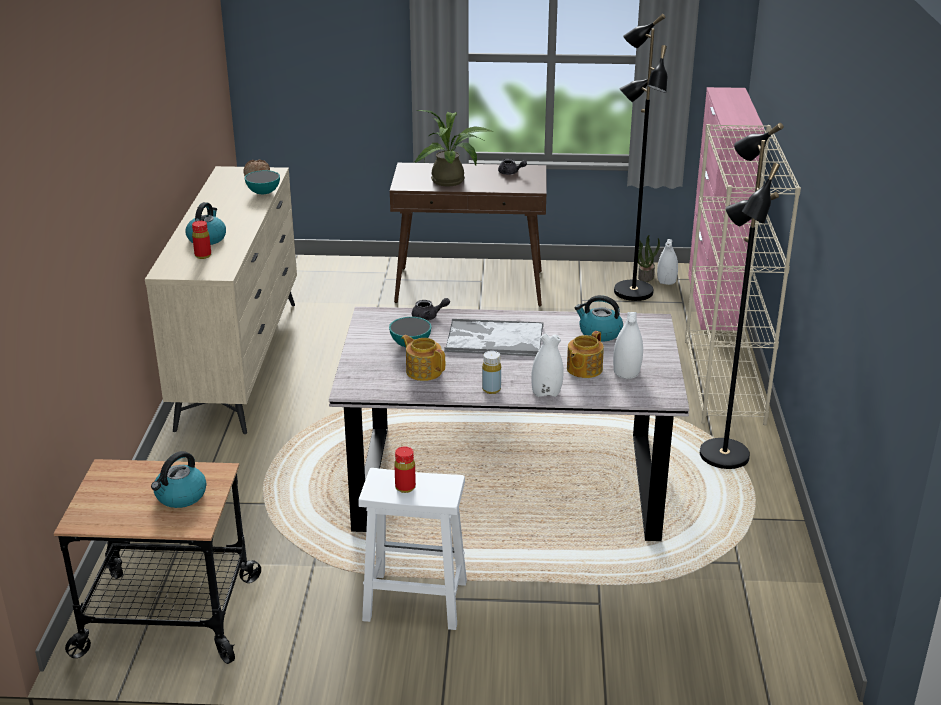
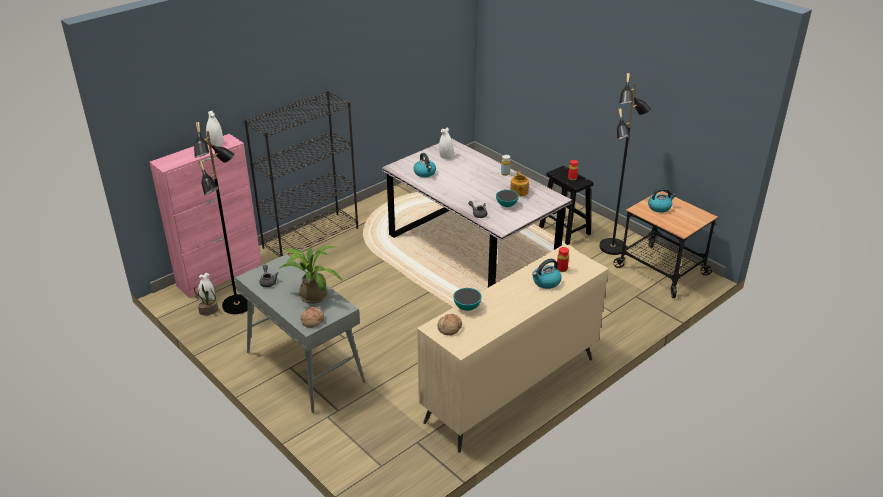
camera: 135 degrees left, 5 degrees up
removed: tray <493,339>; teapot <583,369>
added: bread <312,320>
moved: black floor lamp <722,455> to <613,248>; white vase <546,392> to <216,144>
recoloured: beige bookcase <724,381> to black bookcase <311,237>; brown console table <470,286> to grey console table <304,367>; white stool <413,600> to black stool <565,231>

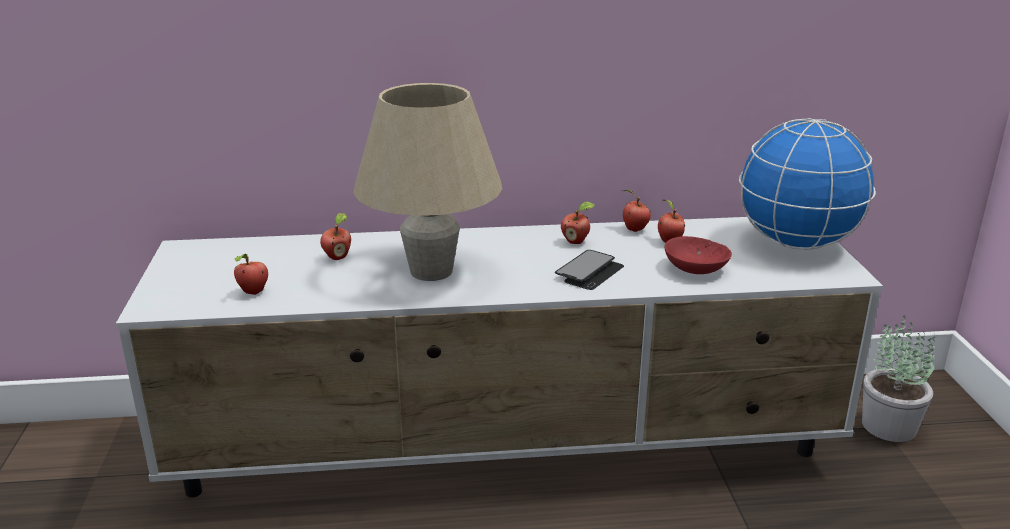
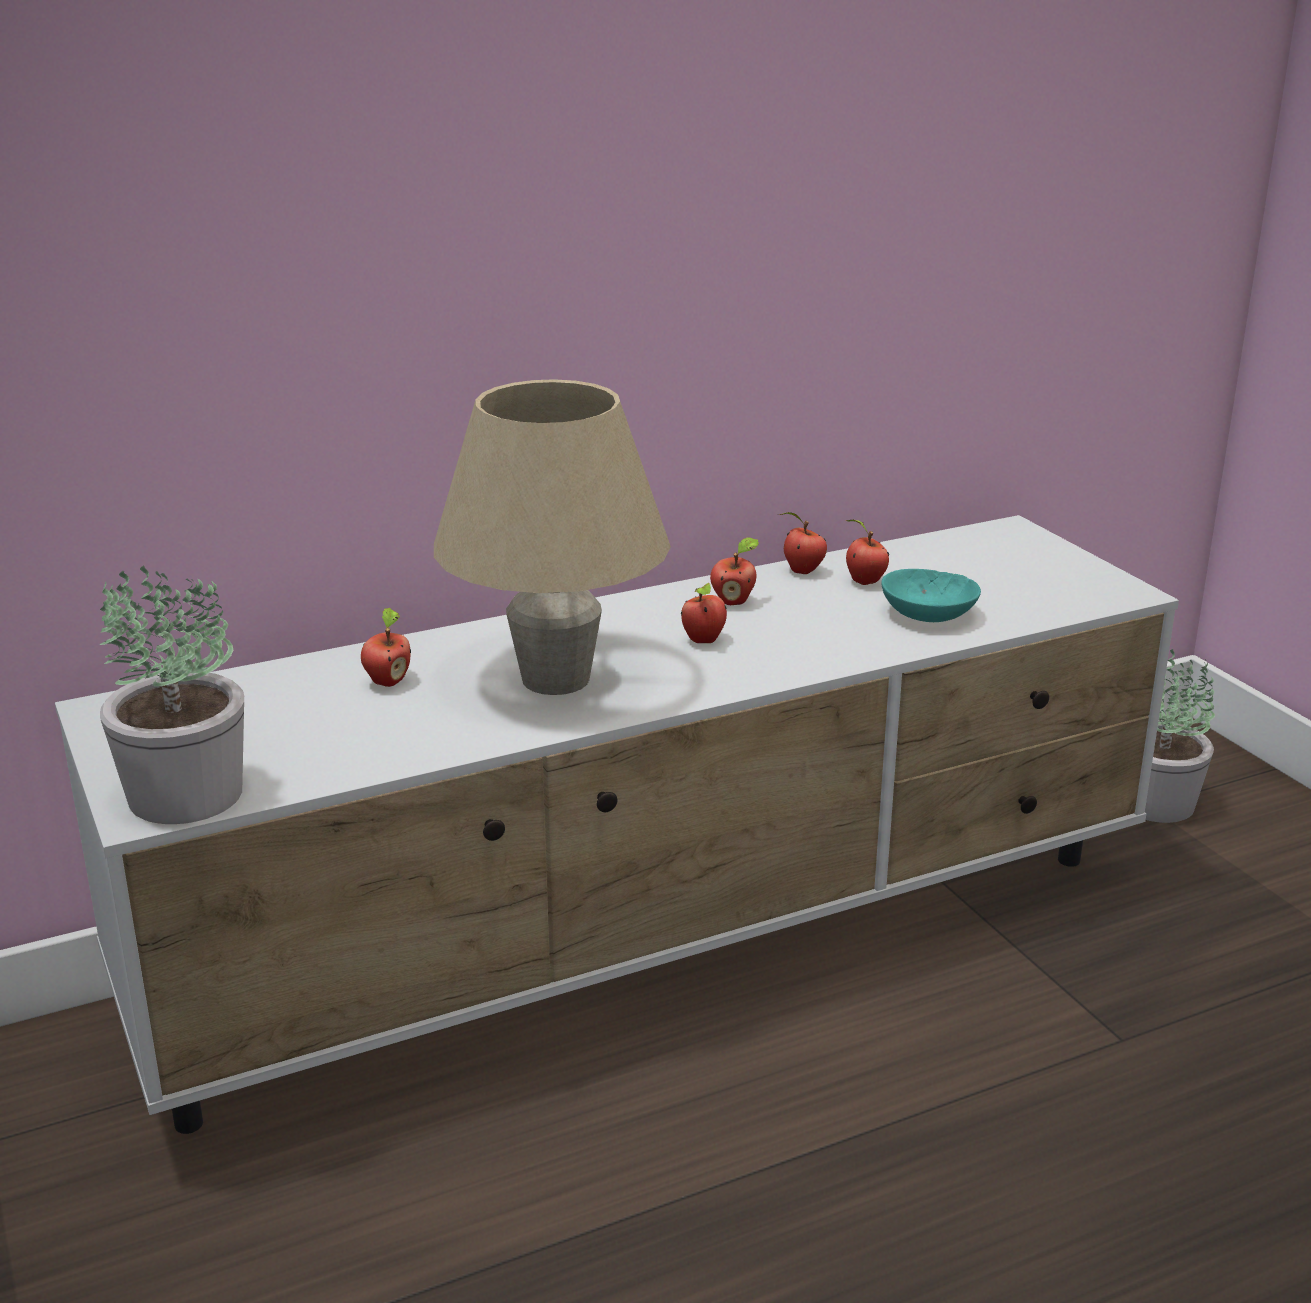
camera: 20 degrees left, 0 degrees up
removed: globe <797,244>; phone <589,272>
added: potted plant <185,796>
moved: apple <253,292> to <704,641>
recoloured: red bowl <693,269> to turquoise bowl <926,615>

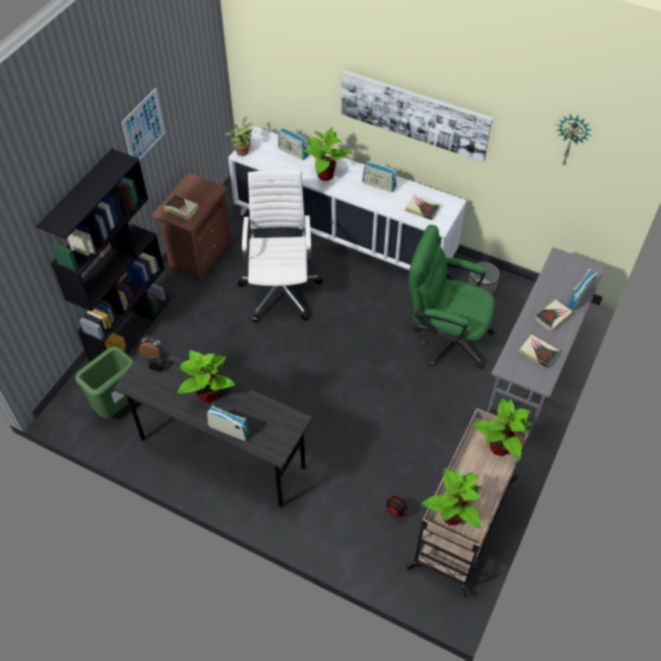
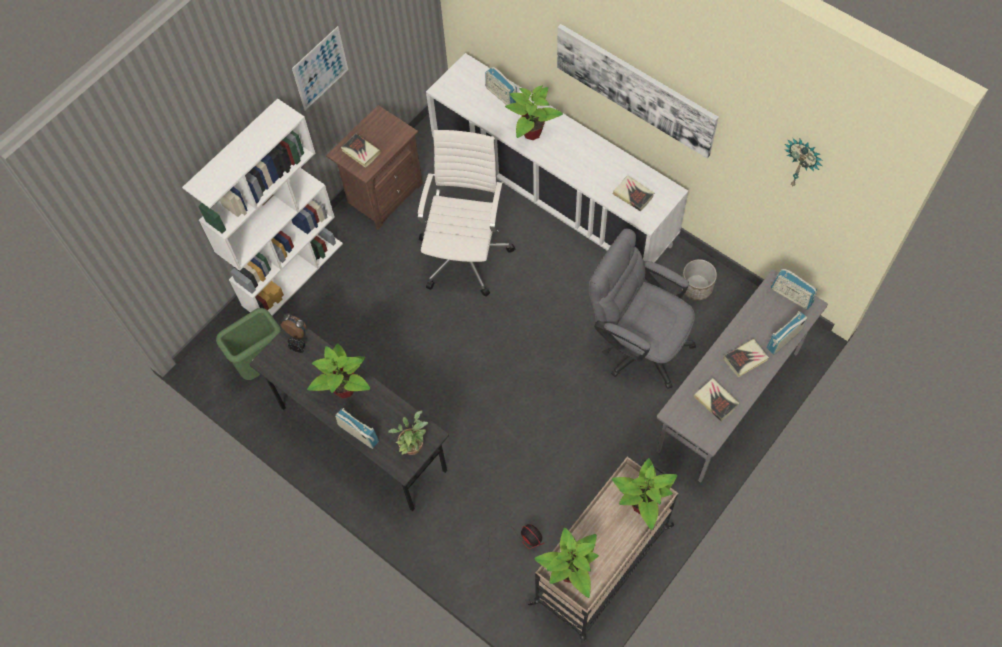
camera: 15 degrees right, 10 degrees up
moved: potted plant <242,151> to <412,445>; radio <379,185> to <791,296>
recoloured: black bookcase <130,328> to white bookcase <292,273>; green office chair <445,338> to grey office chair <638,343>

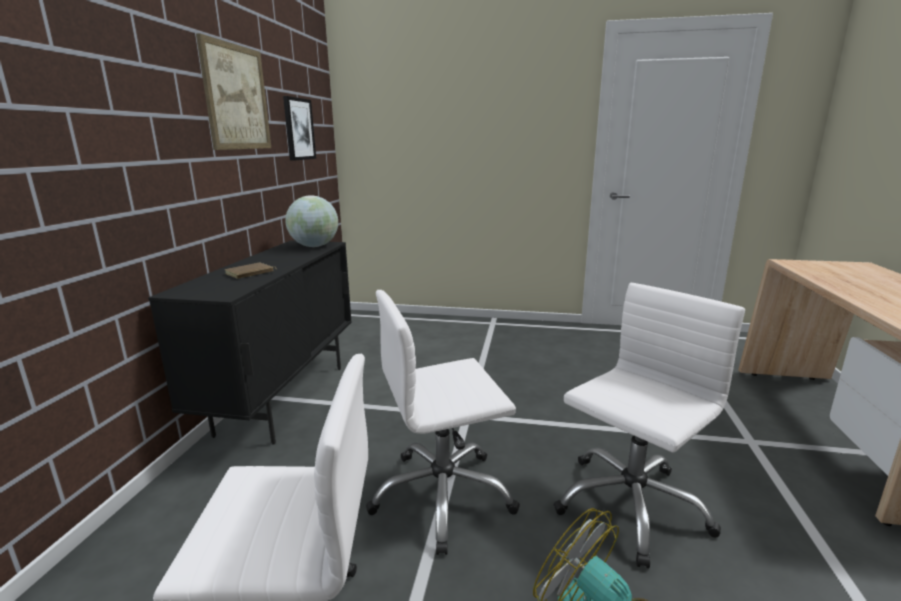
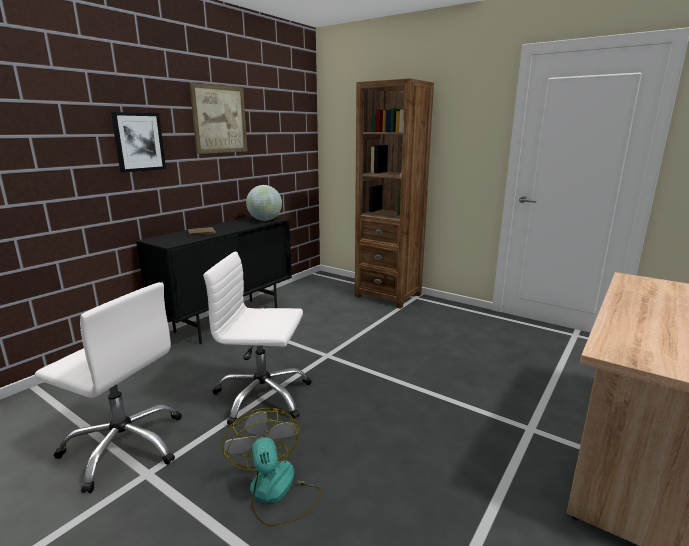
camera: 25 degrees right, 0 degrees up
removed: white office chair <630,505>
added: brown bookcase <388,295>
moved: picture <298,129> to <138,142>

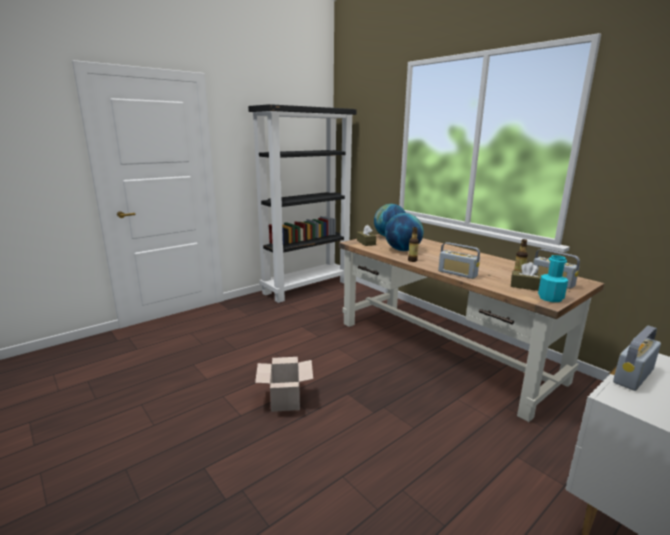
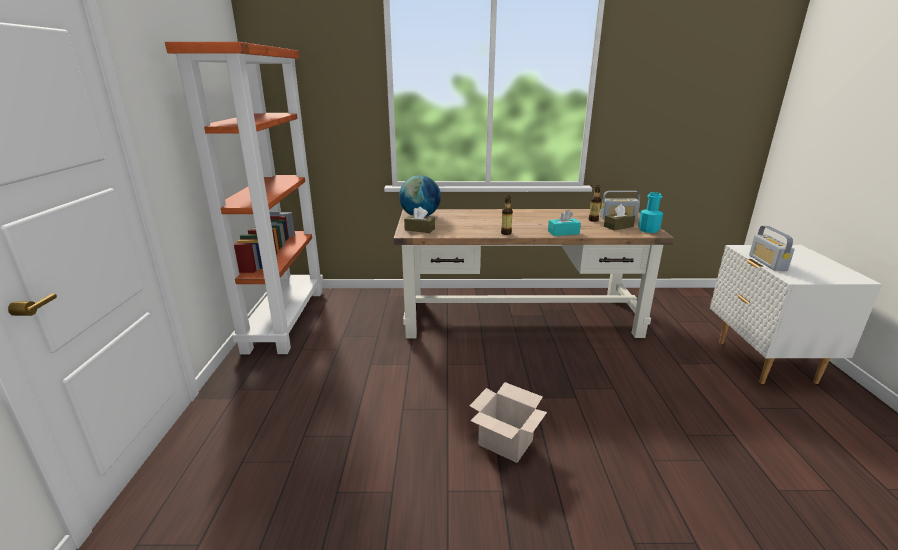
camera: 50 degrees left, 5 degrees up
removed: globe <402,250>
replaced: radio <457,273> to turquoise tissue box <563,232>
recoloured: black bookcase <307,287> to orange bookcase <285,319>

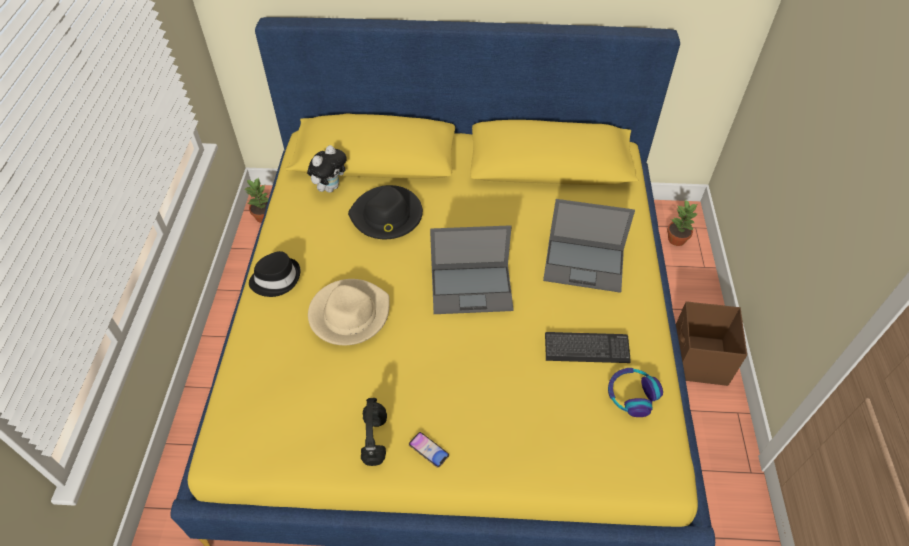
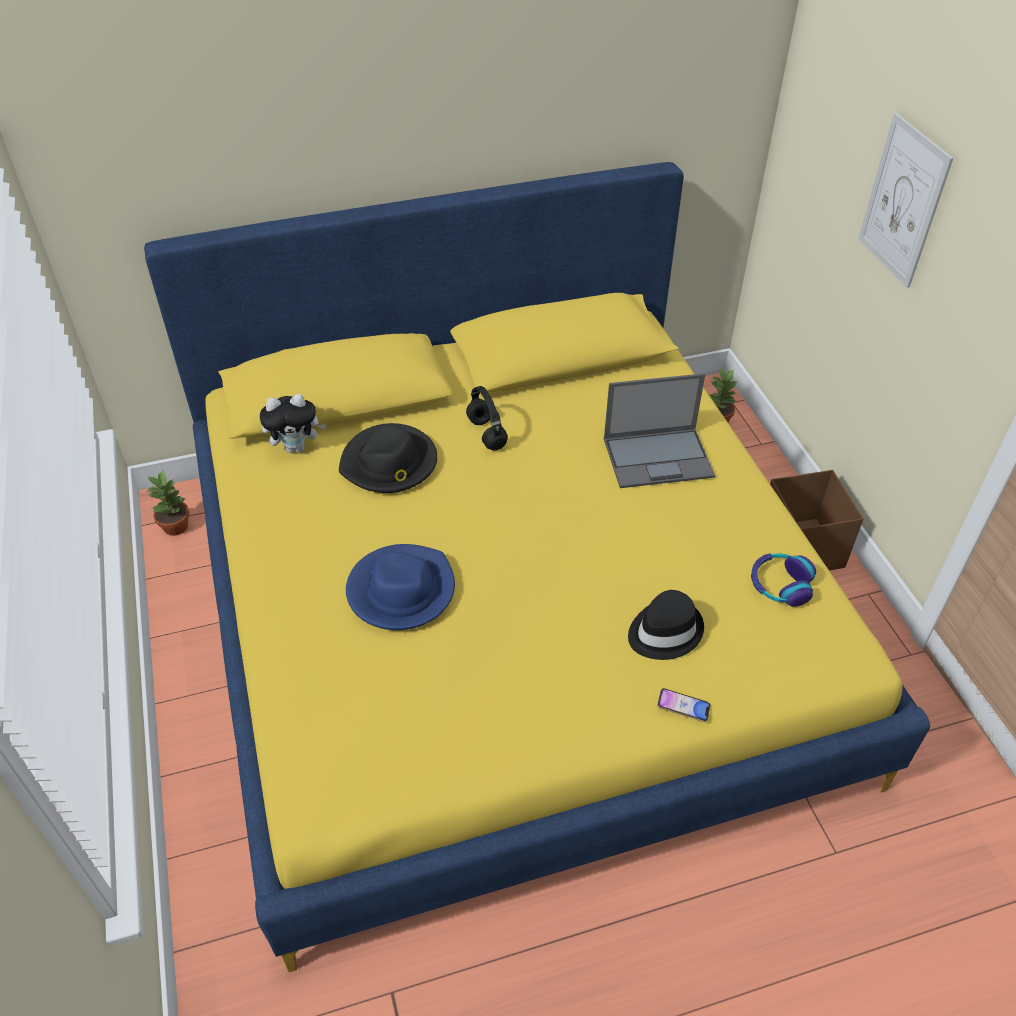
camera: 20 degrees left, 5 degrees down
removed: laptop <472,288>; keyboard <586,349>
added: picture <903,201>
moved: black hat <276,278> to <664,631>; black headphones <375,440> to <487,434>; phone <428,451> to <683,707>
recoloured: beige hat <349,314> to blue hat <401,590>
turned: plush toy <330,187> = <297,447> 60 degrees clockwise

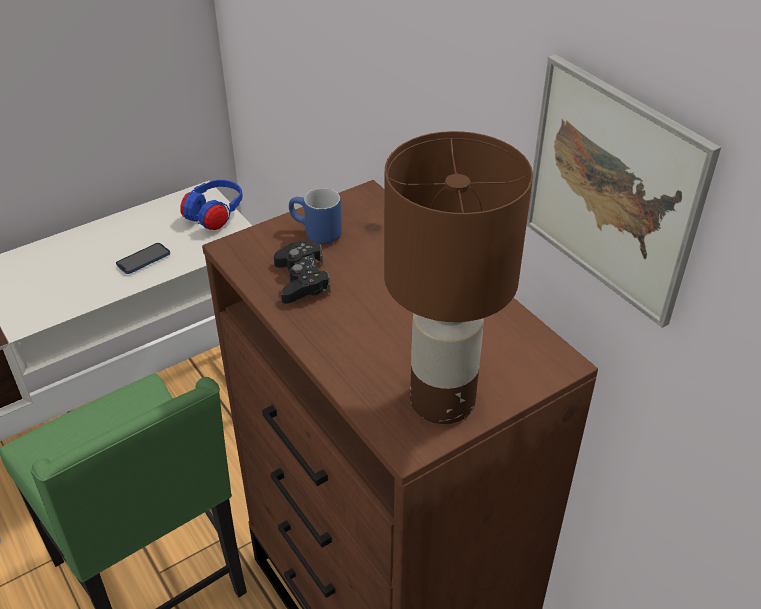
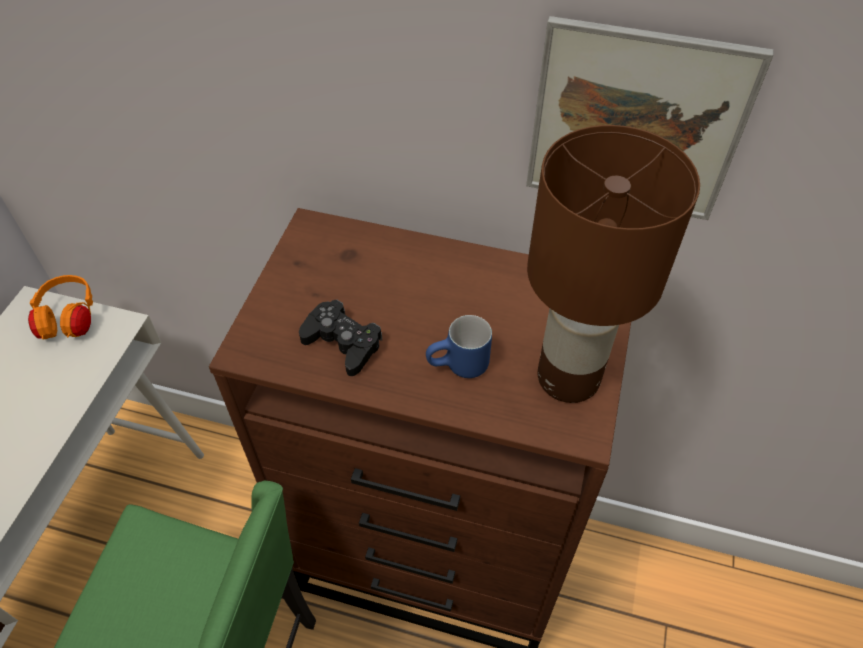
camera: 40 degrees left, 10 degrees up
removed: phone <143,259>
moved: blue mug <315,234> to <459,368>
recoloured: blue headphones <215,217> to orange headphones <69,320>

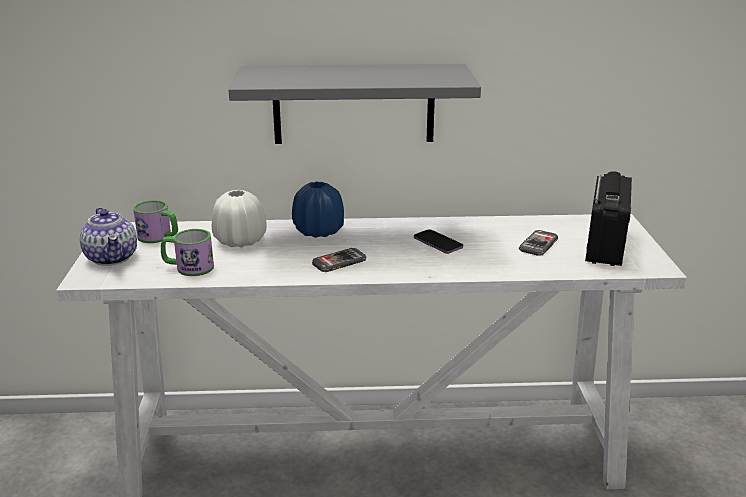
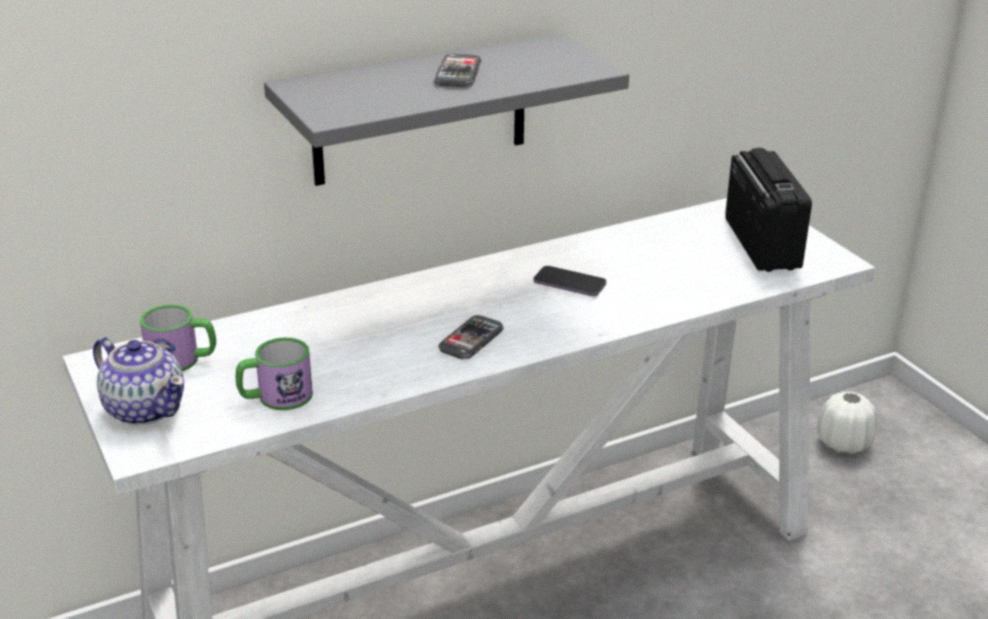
camera: 25 degrees left, 5 degrees up
removed: blue vase <318,231>
moved: white vase <240,241> to <843,443>; phone <538,244> to <458,73>

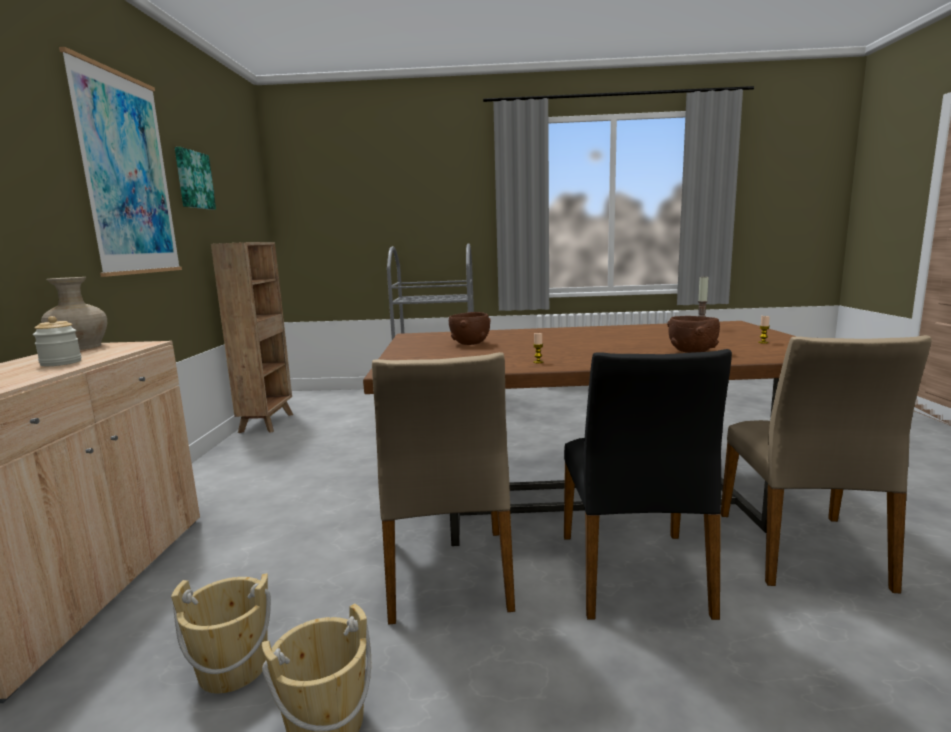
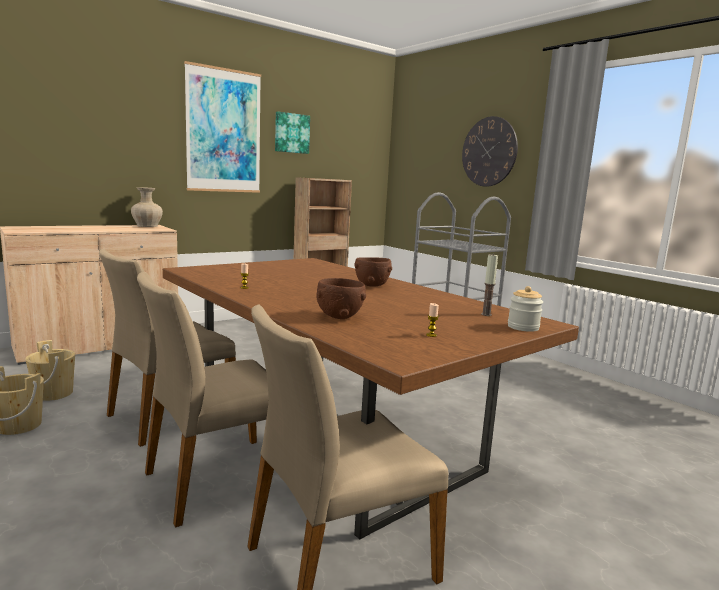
camera: 50 degrees right, 0 degrees up
added: wall clock <489,152>
moved: brown bowl <470,344> to <372,285>; jar <61,363> to <523,327>
recoloured: black chair <634,574> to beige chair <219,479>

